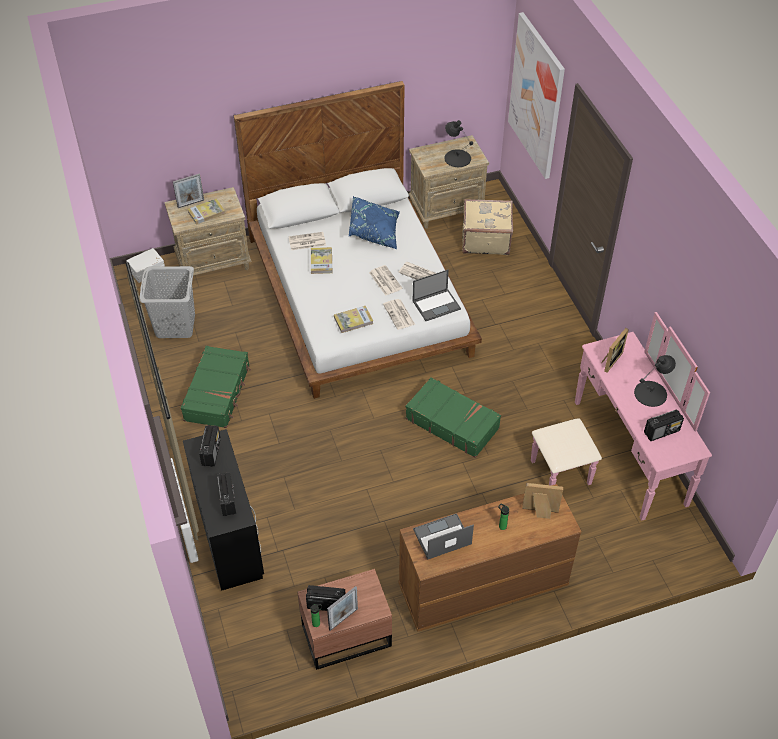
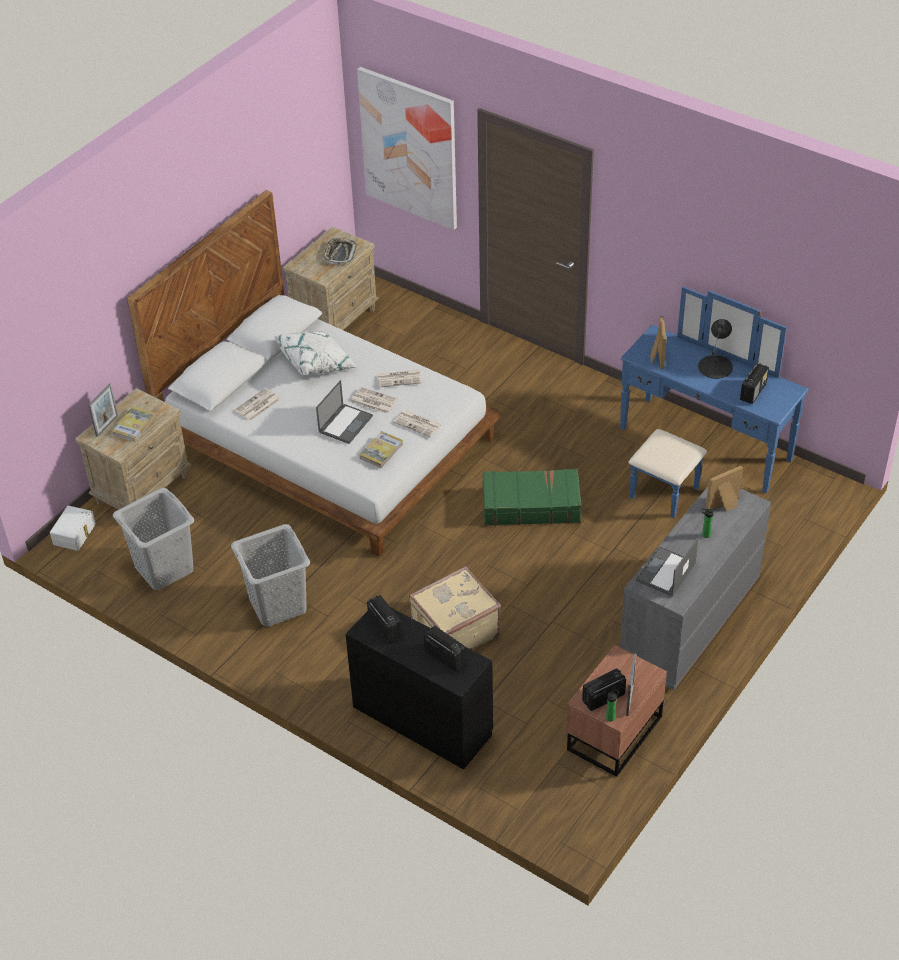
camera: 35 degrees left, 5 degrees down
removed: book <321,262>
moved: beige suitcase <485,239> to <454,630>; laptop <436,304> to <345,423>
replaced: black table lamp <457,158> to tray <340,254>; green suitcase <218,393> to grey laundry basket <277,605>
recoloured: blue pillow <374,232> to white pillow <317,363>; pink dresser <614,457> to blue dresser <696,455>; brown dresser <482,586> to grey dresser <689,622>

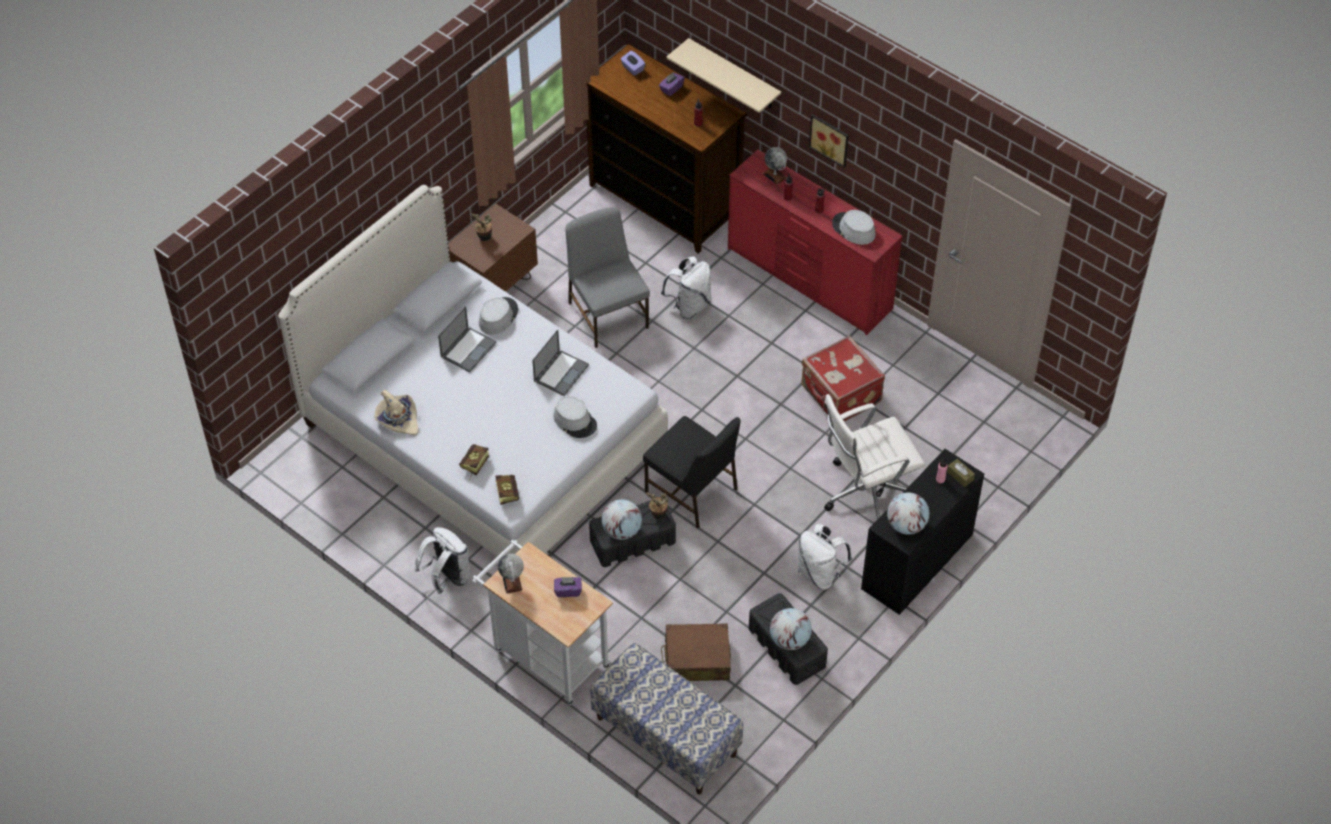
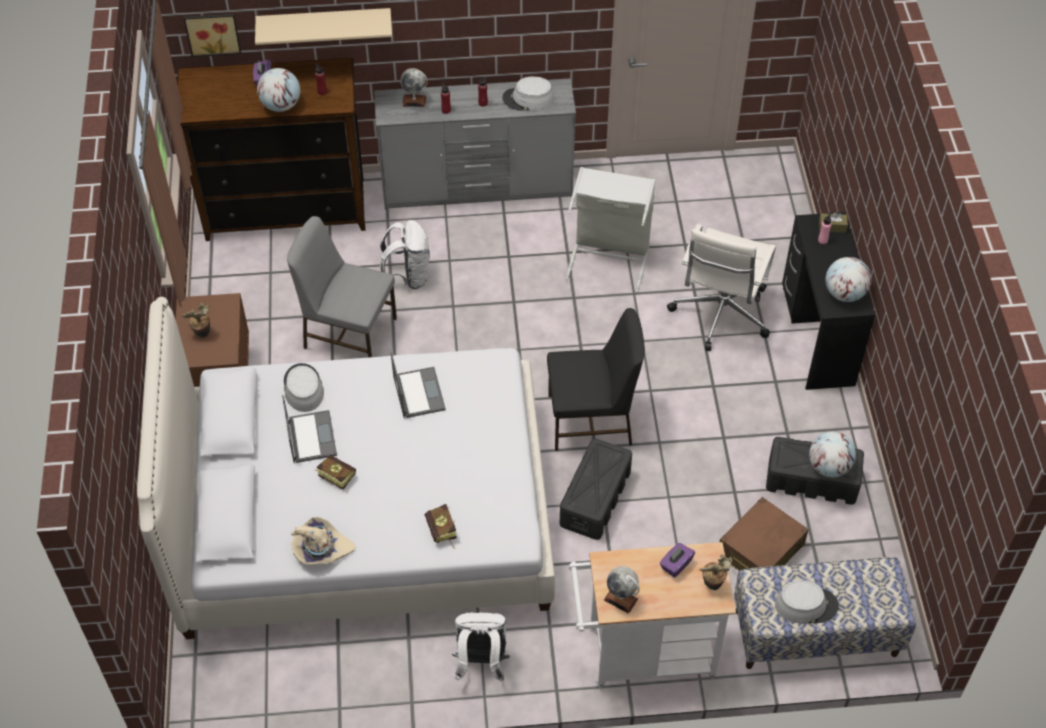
camera: 45 degrees left, 0 degrees up
removed: purple tissue box <632,68>; white backpack <820,573>
moved: picture <830,139> to <212,32>; grey hat <575,421> to <806,605>; book <507,491> to <334,475>; potted plant <657,515> to <712,585>; globe <622,530> to <281,105>
replaced: red suitcase <840,395> to grey laundry basket <609,257>
recoloured: red dresser <809,279> to grey dresser <478,187>

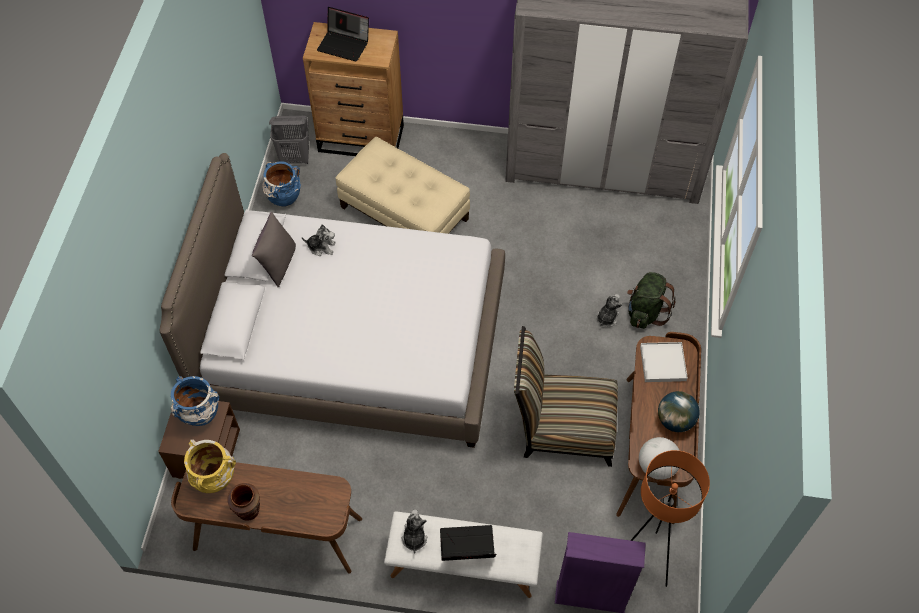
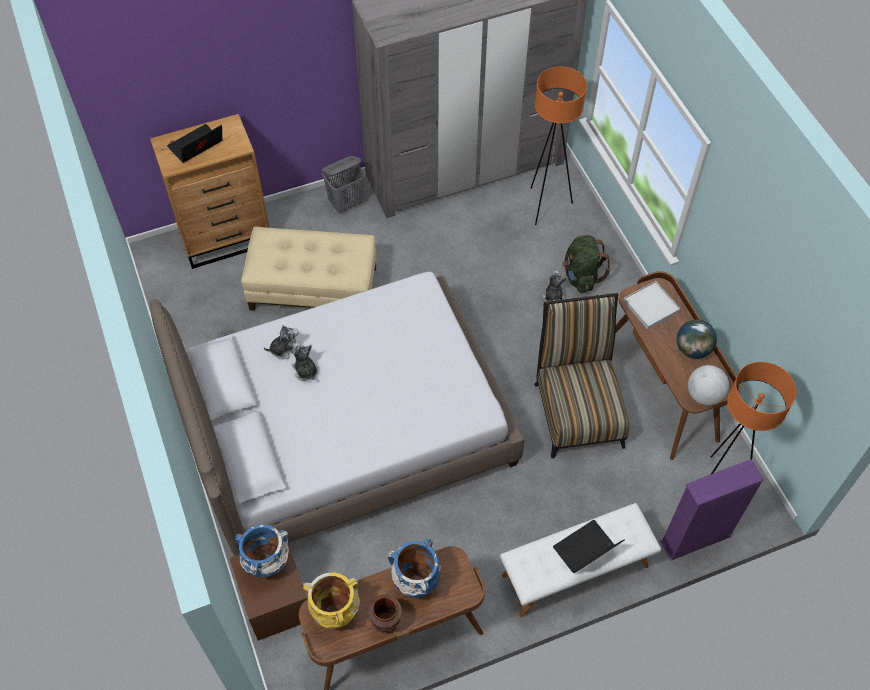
camera: 30 degrees left, 0 degrees up
removed: grey pillow <278,264>
added: orange floor lamp <545,205>
moved: grey laundry basket <295,158> to <346,203>; blue vase <284,200> to <415,582>; plush toy <414,537> to <305,370>
turned: laptop <344,44> = <196,147> 150 degrees clockwise; chair <562,426> = <577,408> 105 degrees clockwise

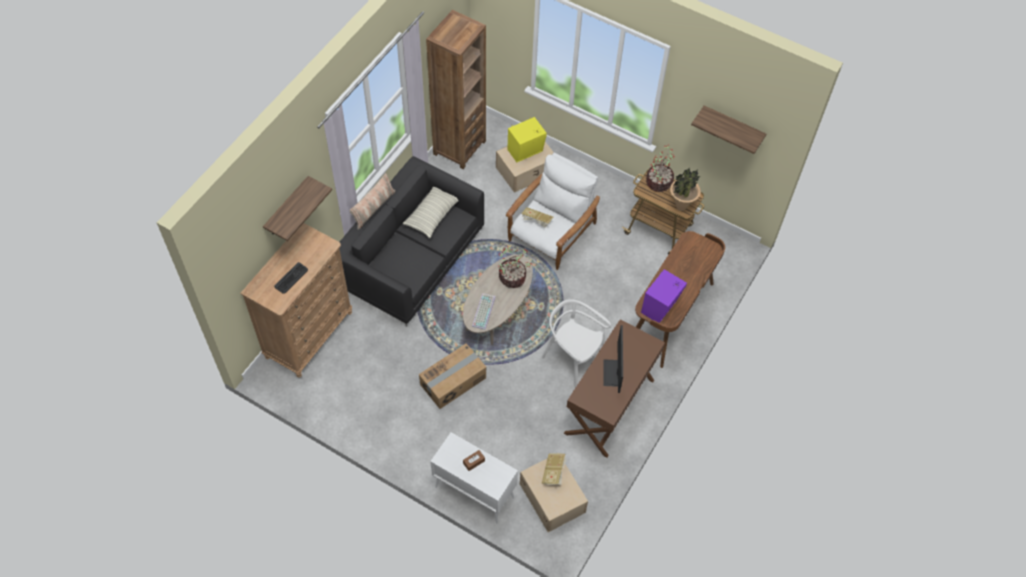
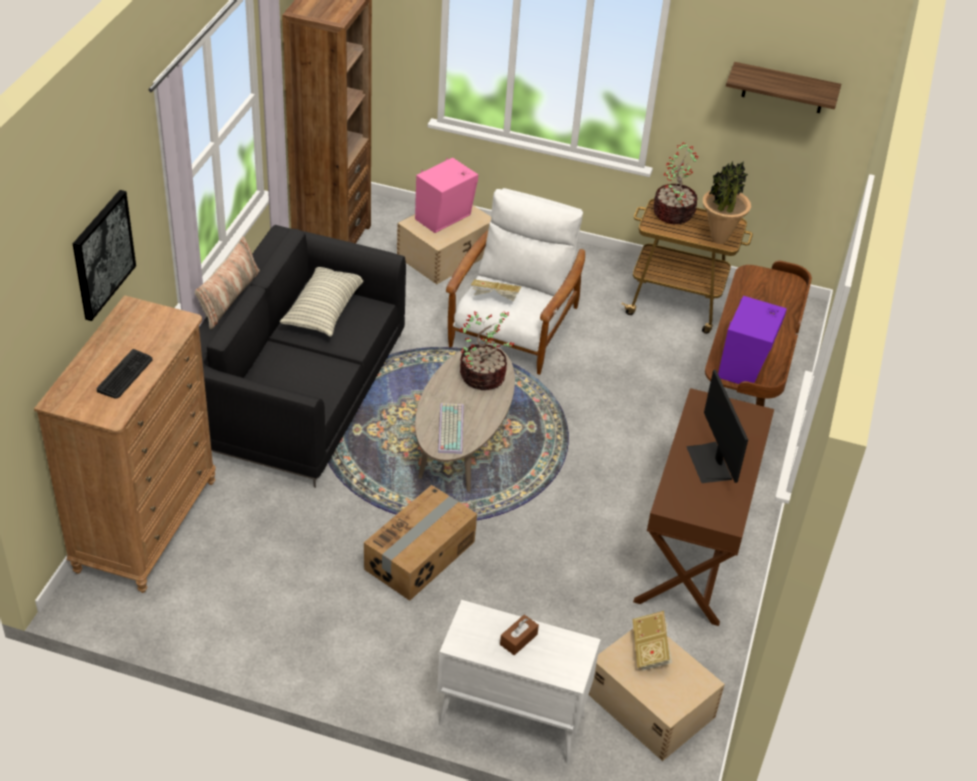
camera: 15 degrees left, 15 degrees down
removed: white chair <572,358>
replaced: shelf <287,208> to picture <102,254>
recoloured: yellow speaker <526,151> to pink speaker <445,218>

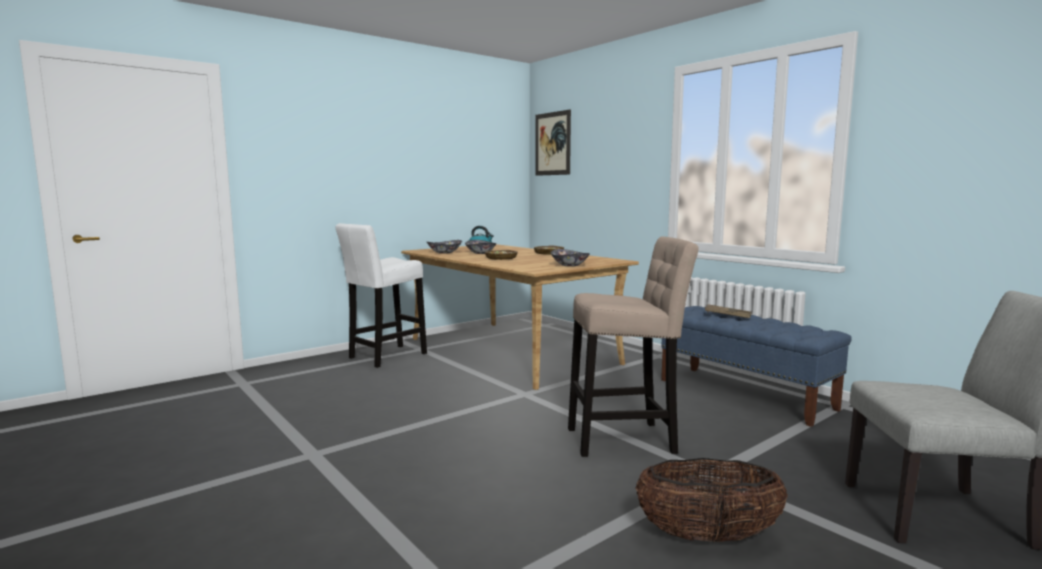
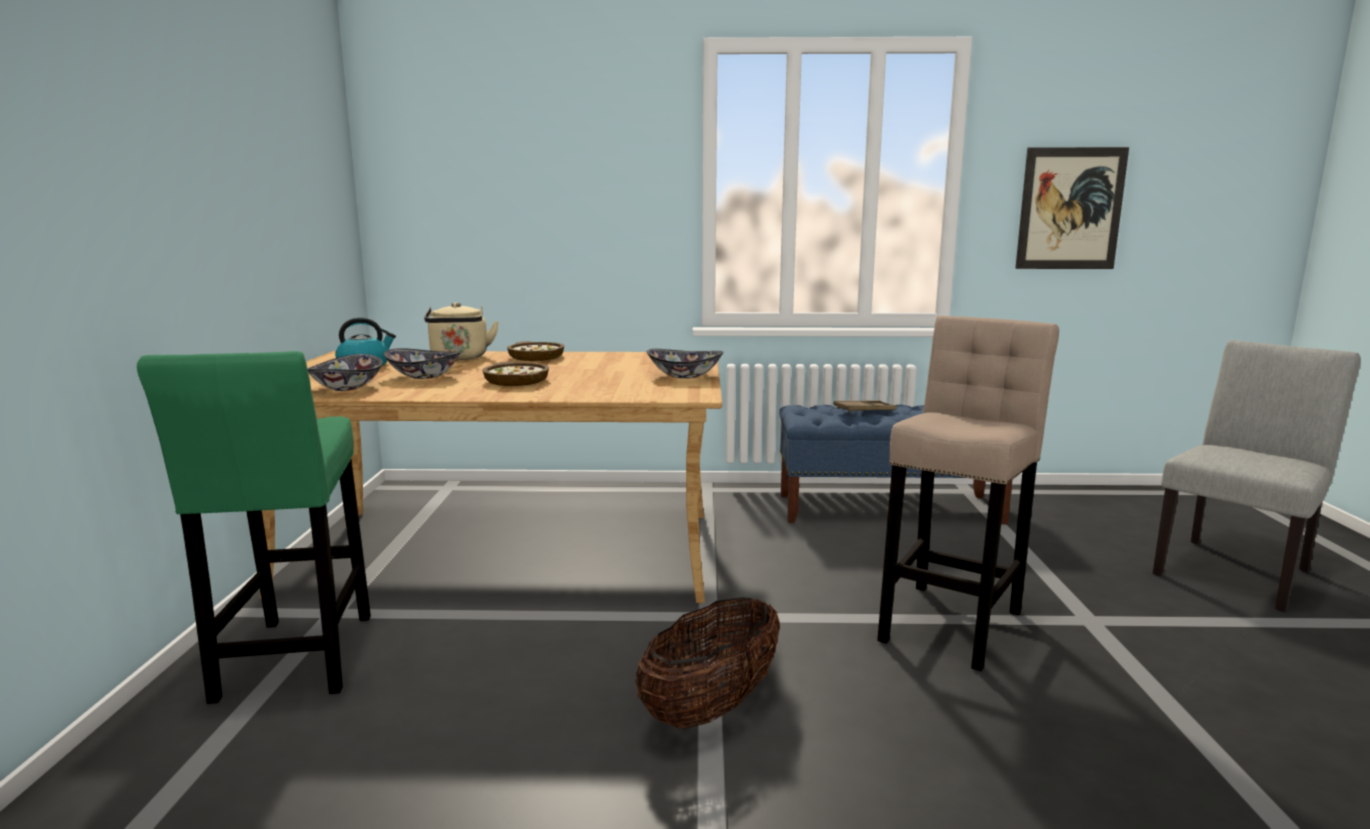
camera: 50 degrees left, 5 degrees up
added: beige kettle <460,358>
moved: picture <552,143> to <1070,209>; basket <707,536> to <711,707>
recoloured: white stool <384,357> to green stool <294,662>

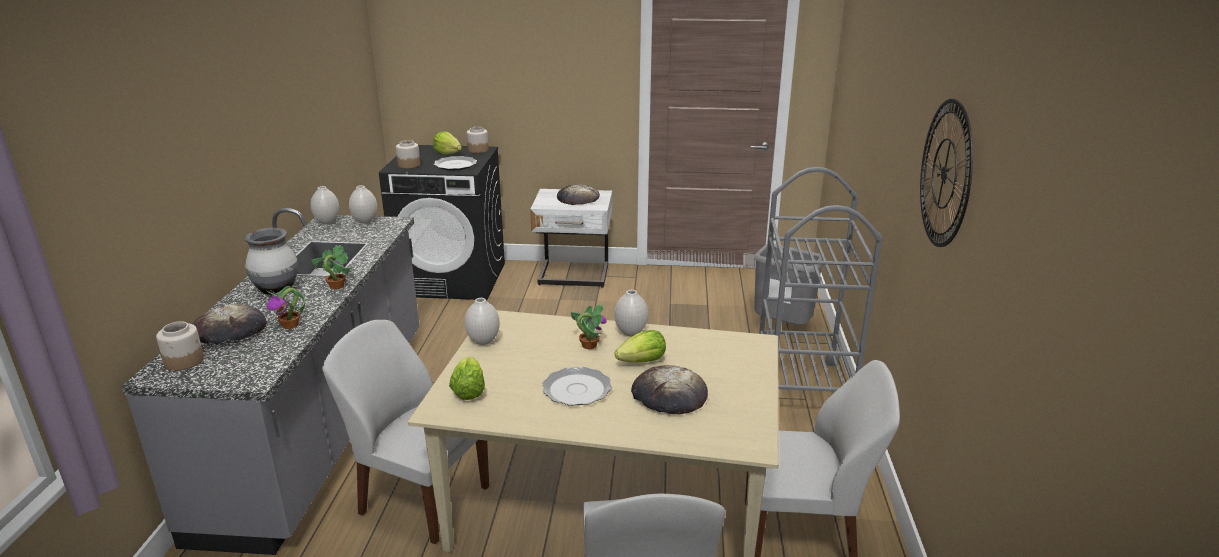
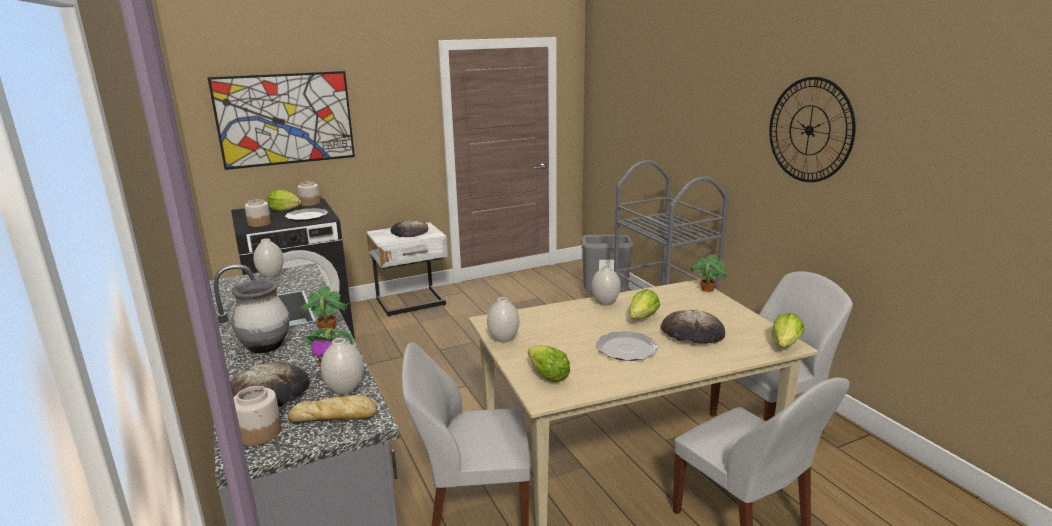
camera: 30 degrees left, 5 degrees down
added: picture <285,119>; lettuce <785,345>; bread <335,417>
moved: white vase <327,222> to <345,390>; potted plant <588,345> to <707,289>

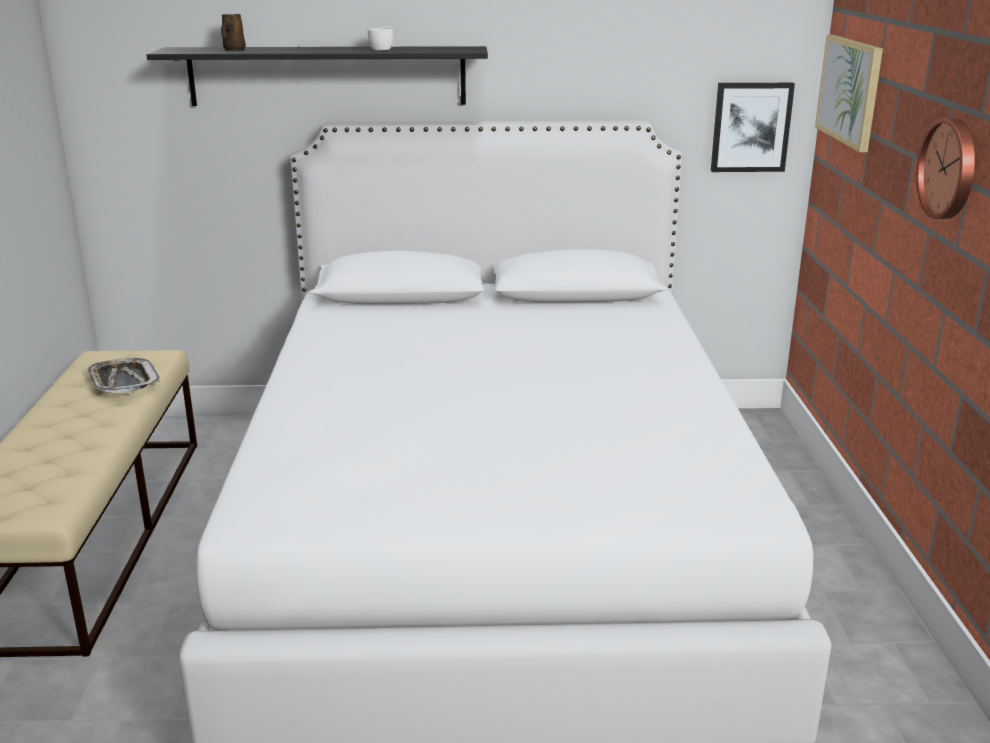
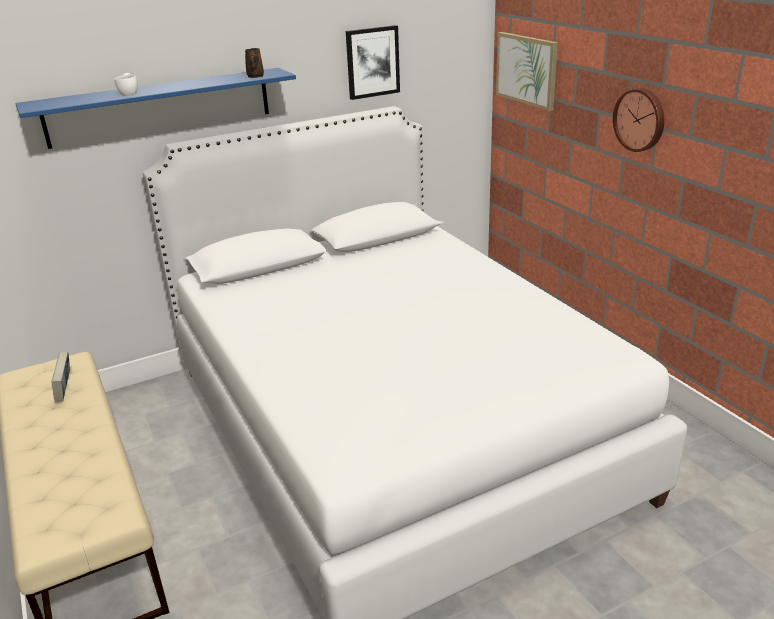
camera: 25 degrees left, 5 degrees up
moved: brown mug <233,50> to <255,77>; white cup <384,49> to <129,93>; picture <751,127> to <372,62>
replaced: tray <123,381> to book <65,391>
recoloured: black shelf <327,76> to blue shelf <160,107>

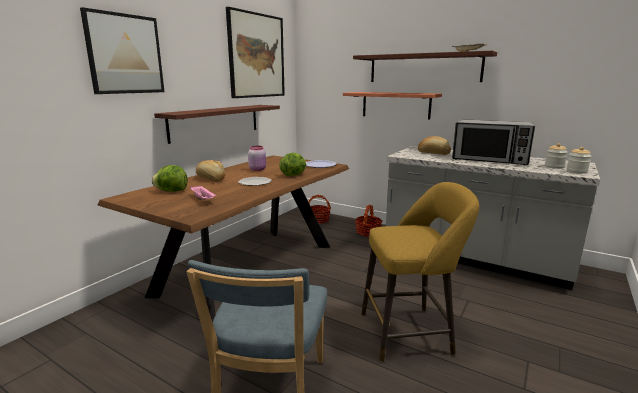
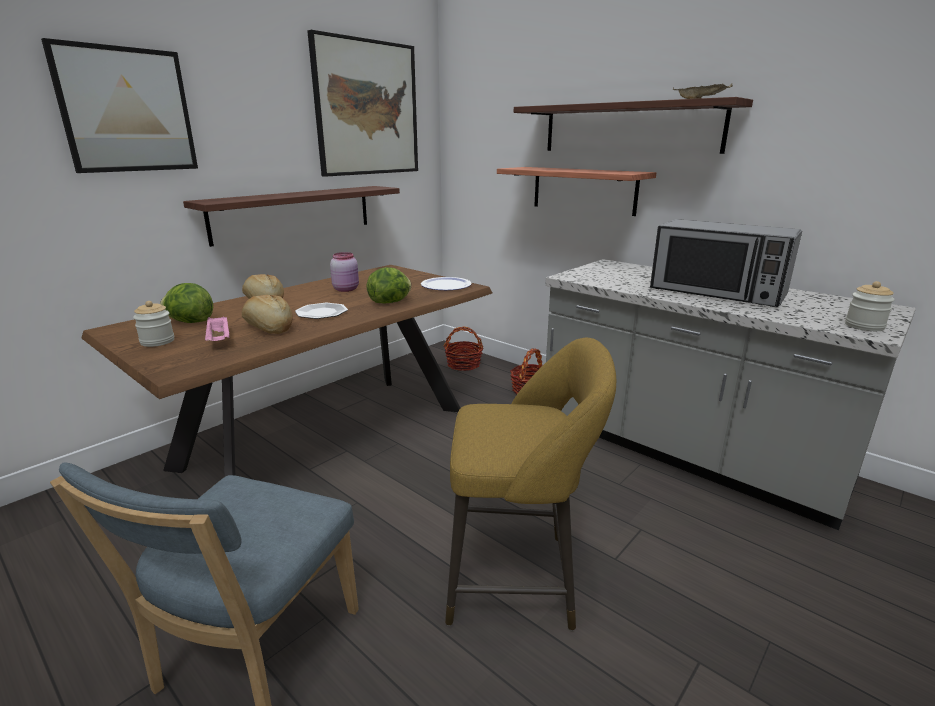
camera: 10 degrees right, 5 degrees up
moved: bread <433,153> to <268,328>; jar <554,167> to <157,341>

